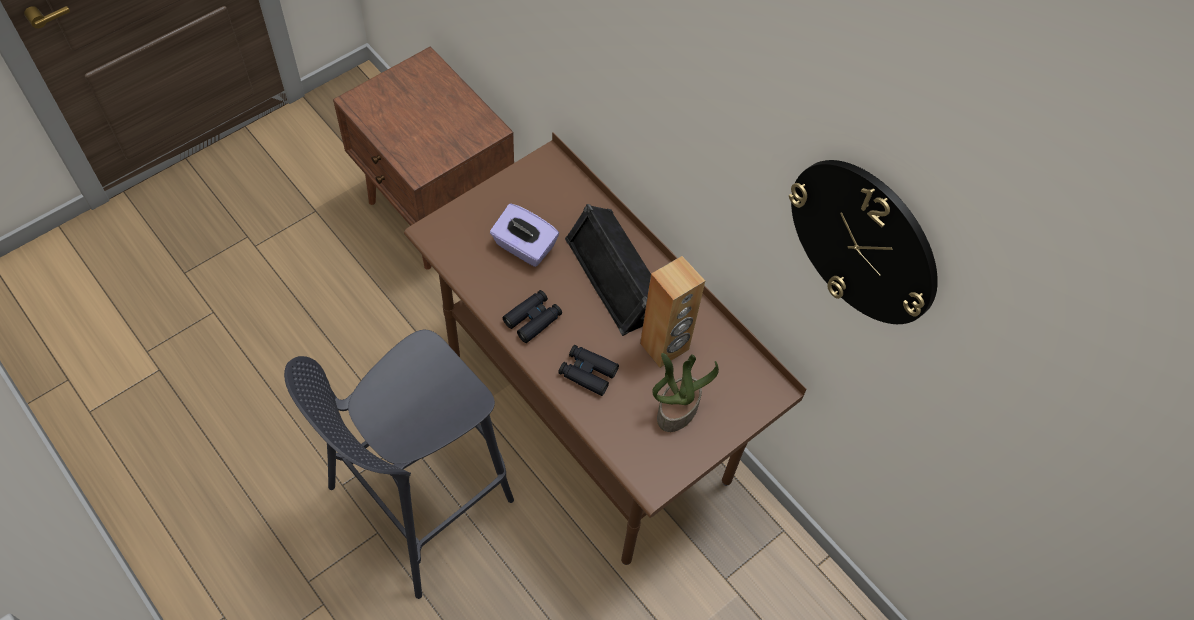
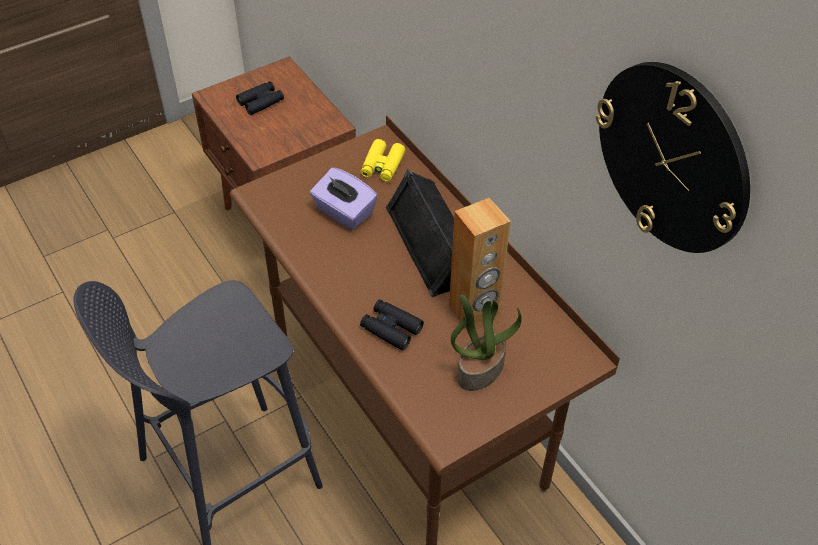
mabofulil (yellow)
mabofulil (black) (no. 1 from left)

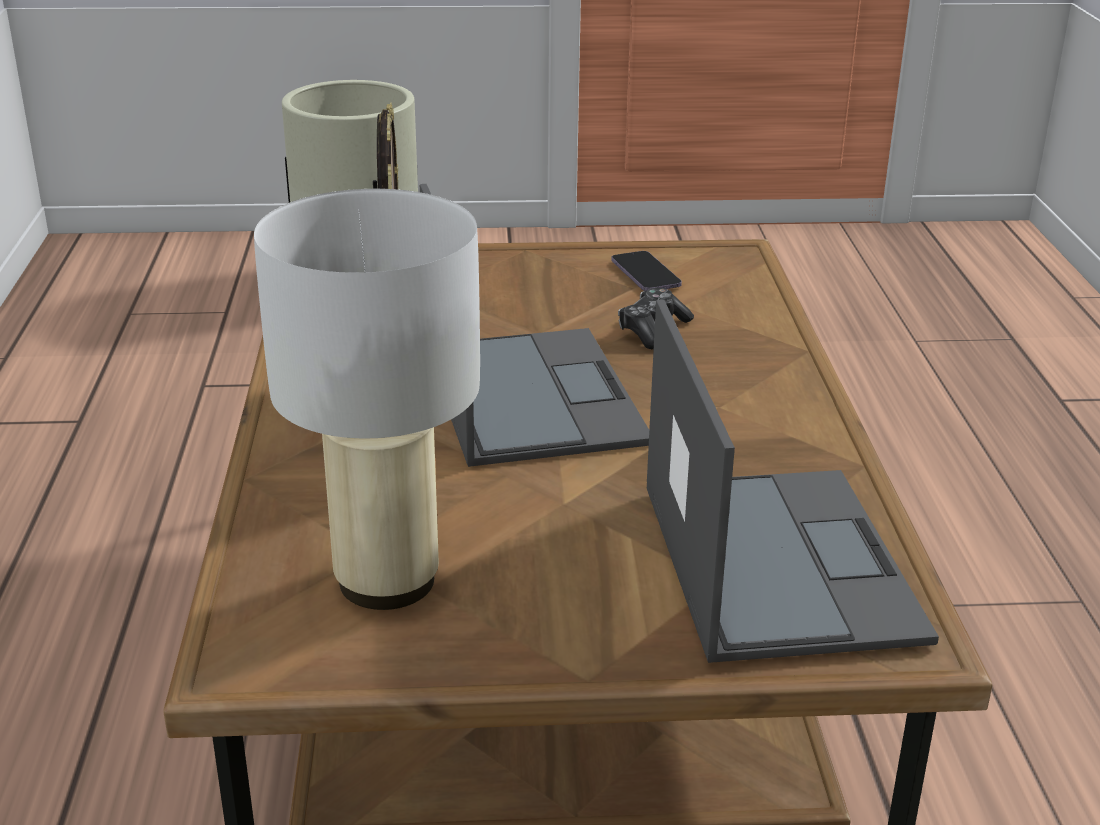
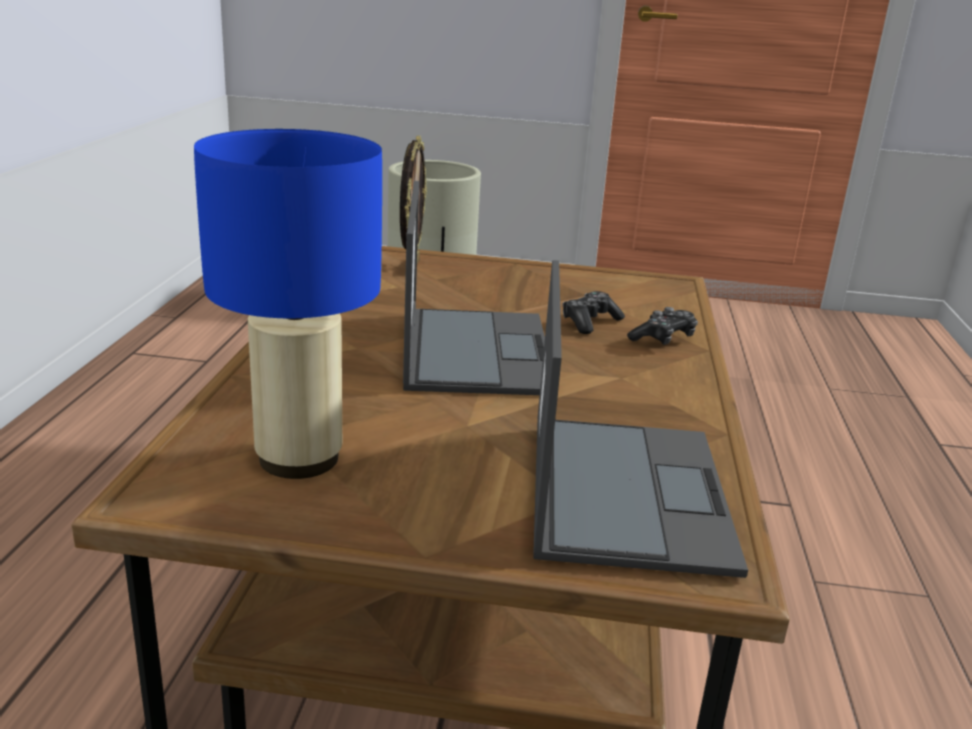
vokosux
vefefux (no. 2 from left)
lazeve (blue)

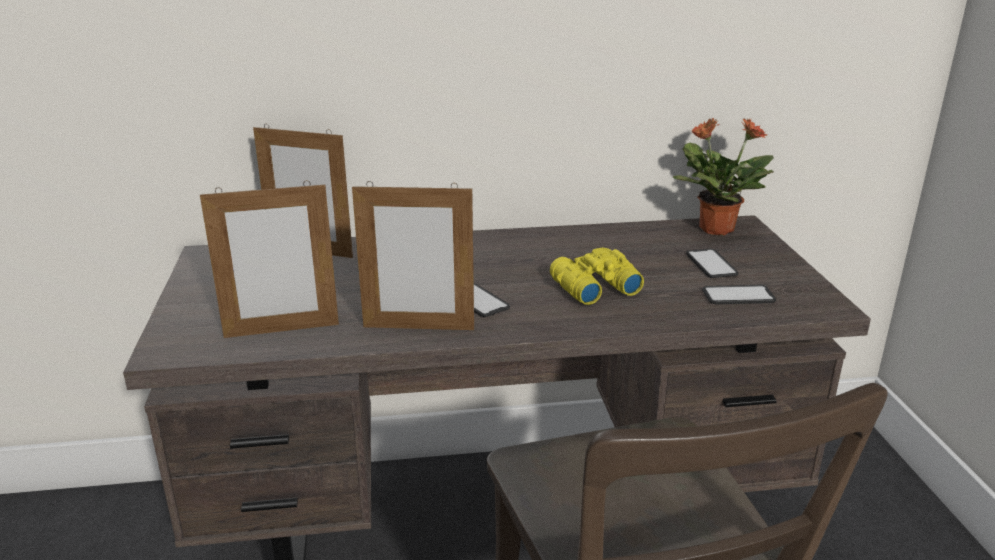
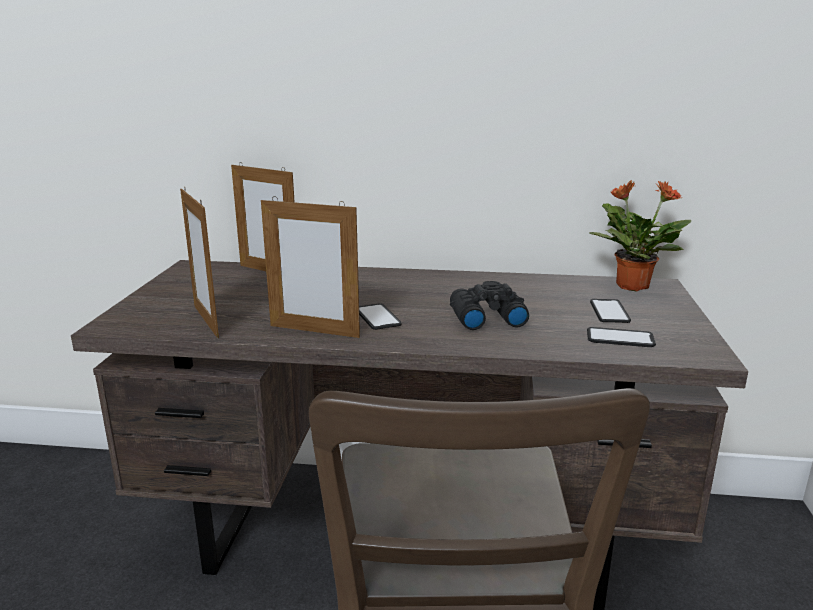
mabofulil (black)
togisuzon (no. 1 from left)

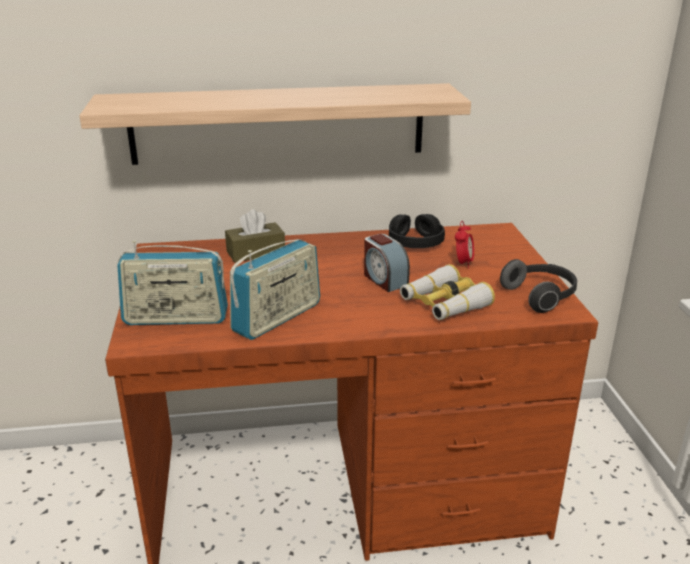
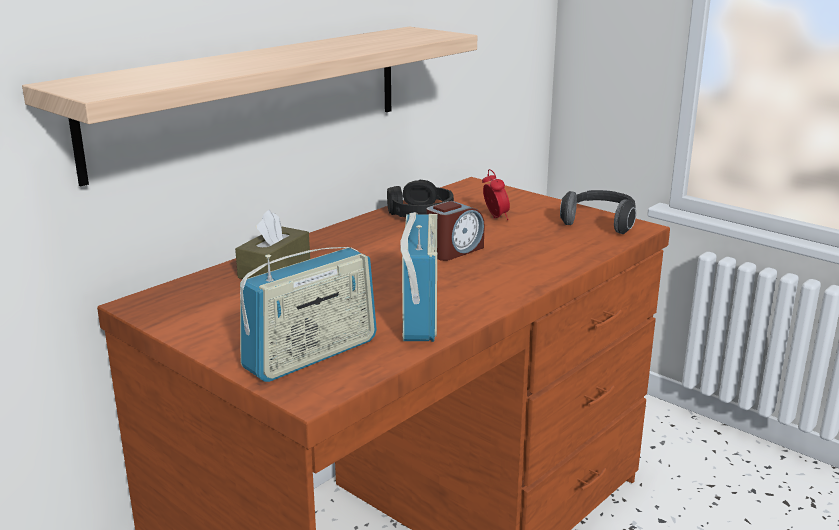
mabofulil
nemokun (no. 1 from left)

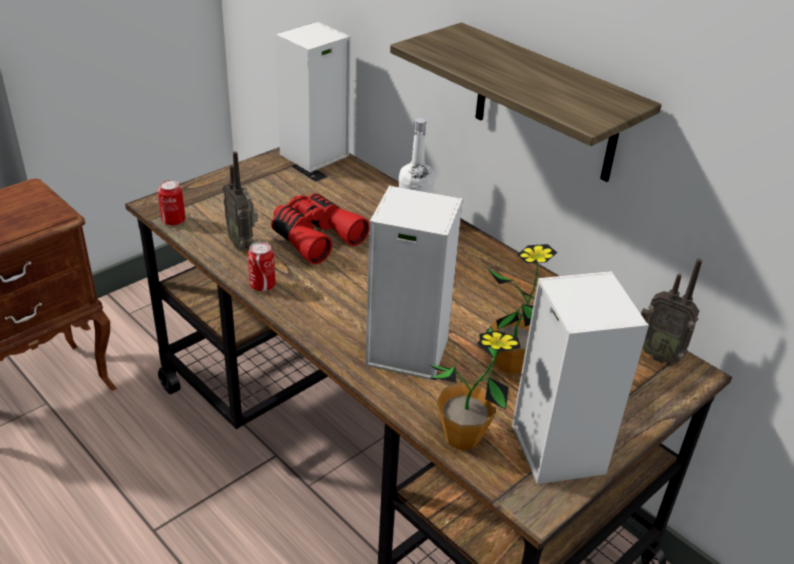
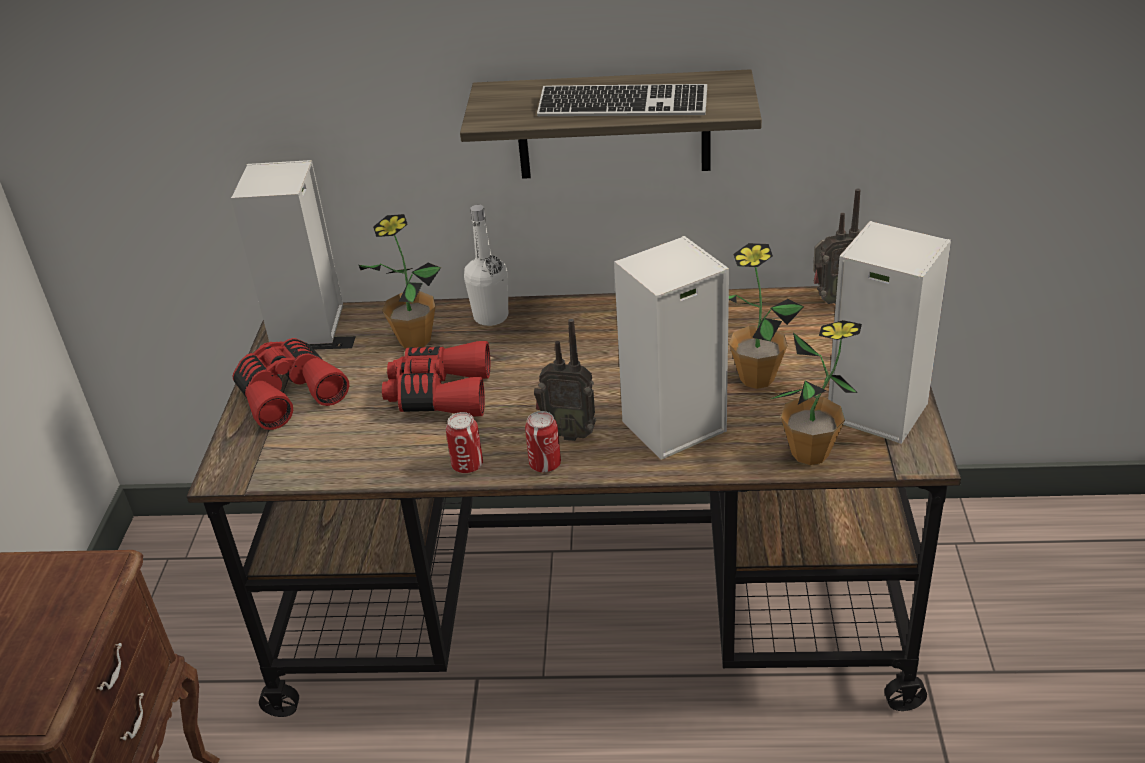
mabofulil (red) (no. 1 from left)
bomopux (no. 1 from left)
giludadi
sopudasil (no. 2 from left)
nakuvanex (no. 1 from left)

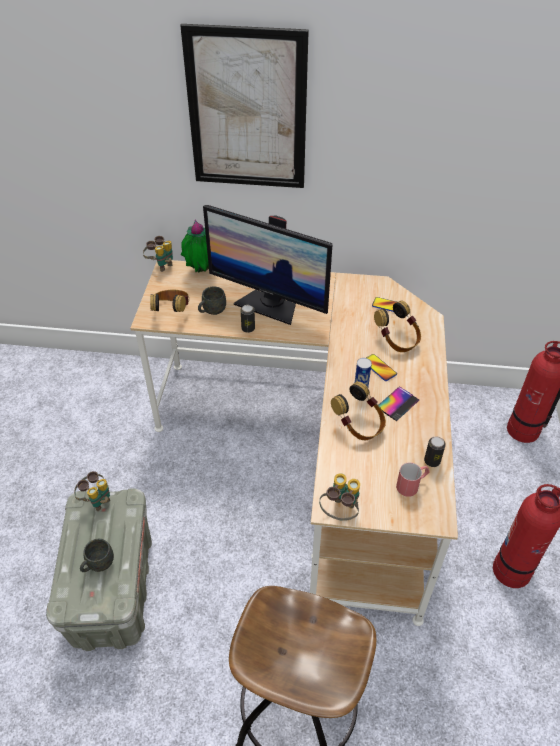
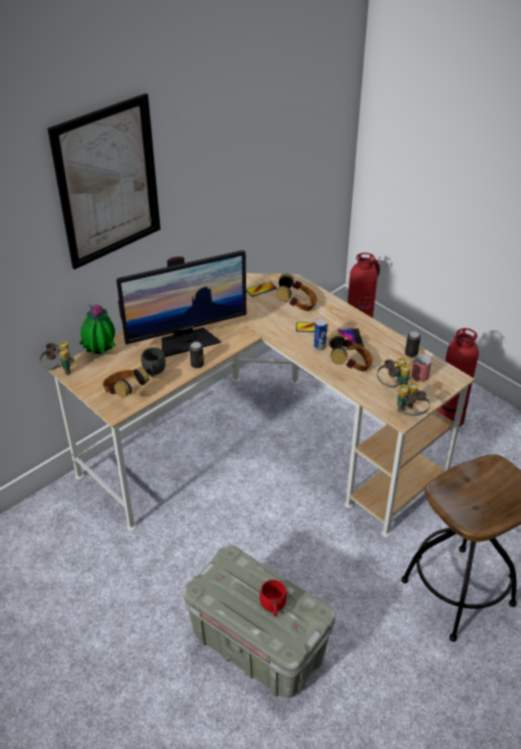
mabofulil (no. 2 from left)
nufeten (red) (no. 1 from left)

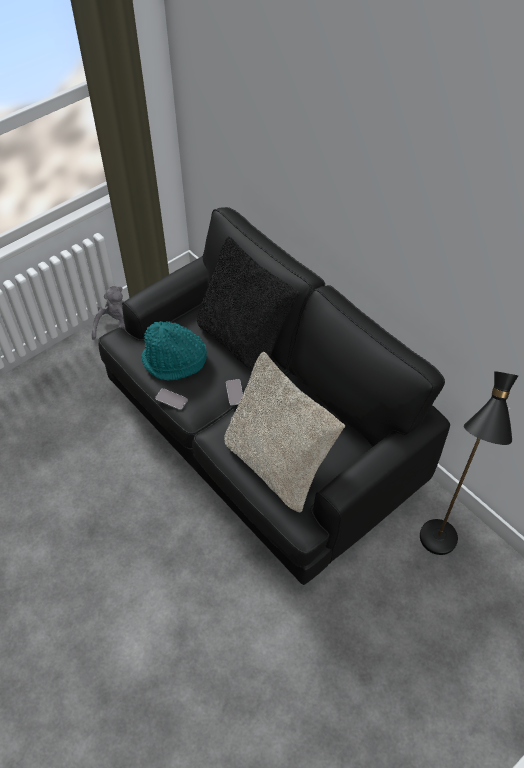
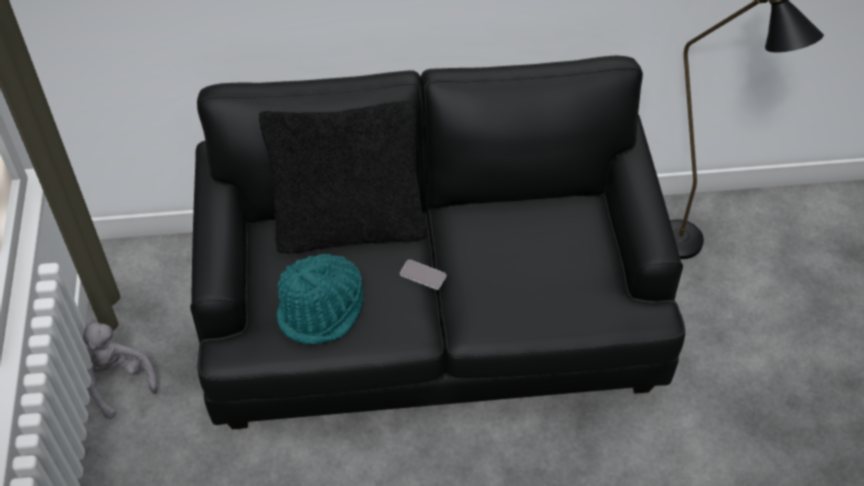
vokosux (no. 1 from left in the first image)
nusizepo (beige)

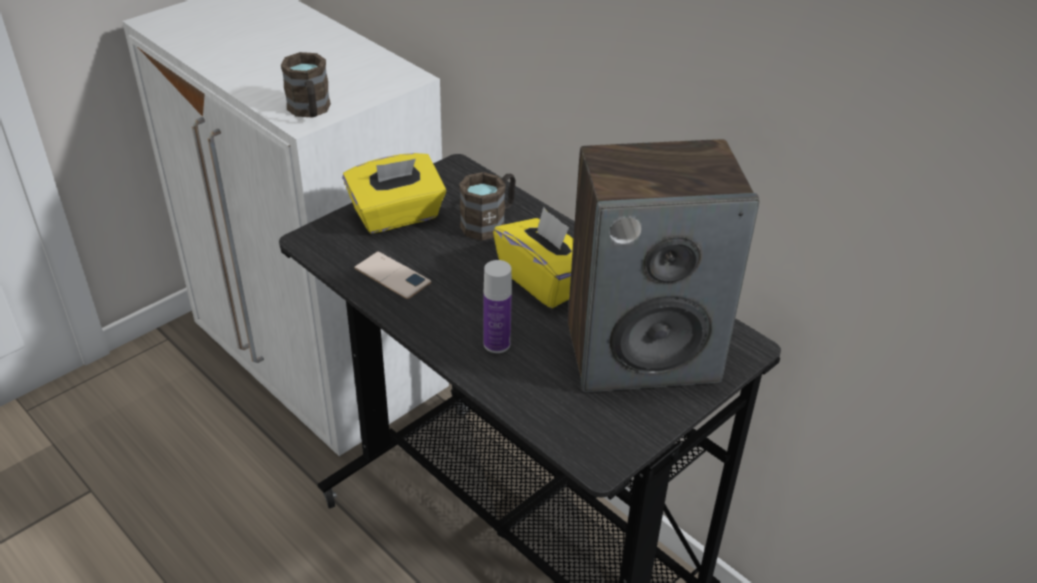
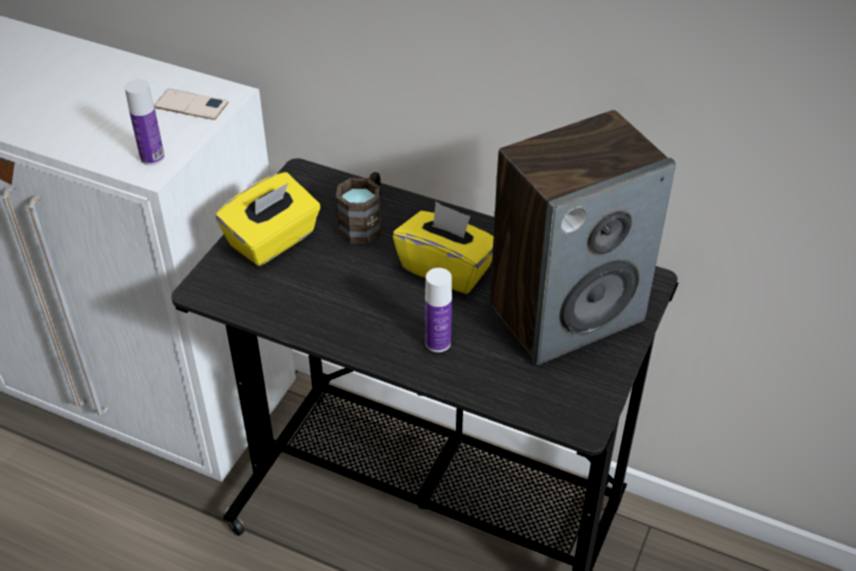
vokosux
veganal (no. 1 from left)

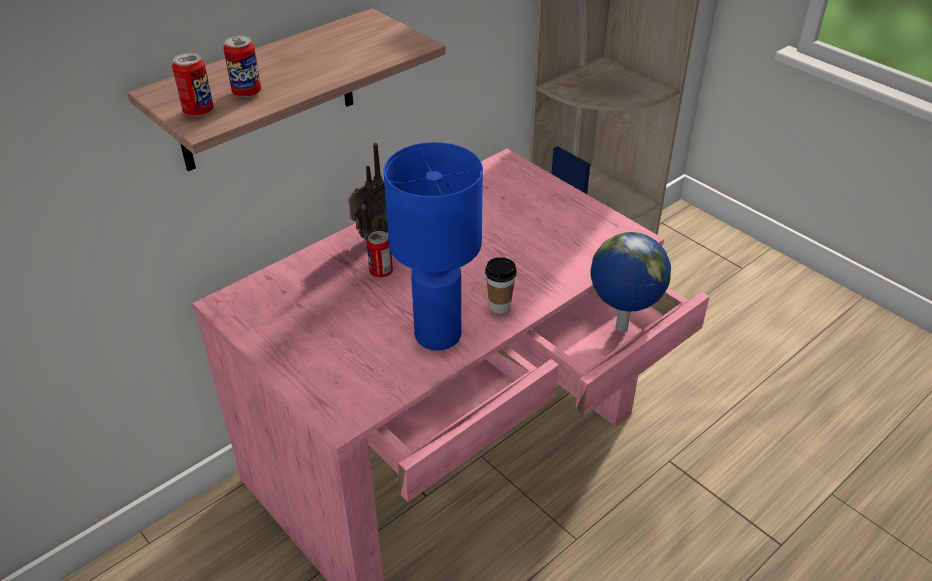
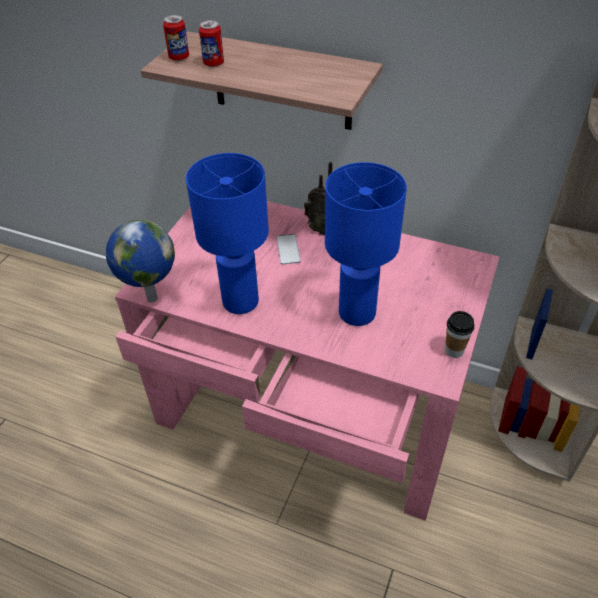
lazeve (blue) (no. 2 from left)
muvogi
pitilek
vokosux

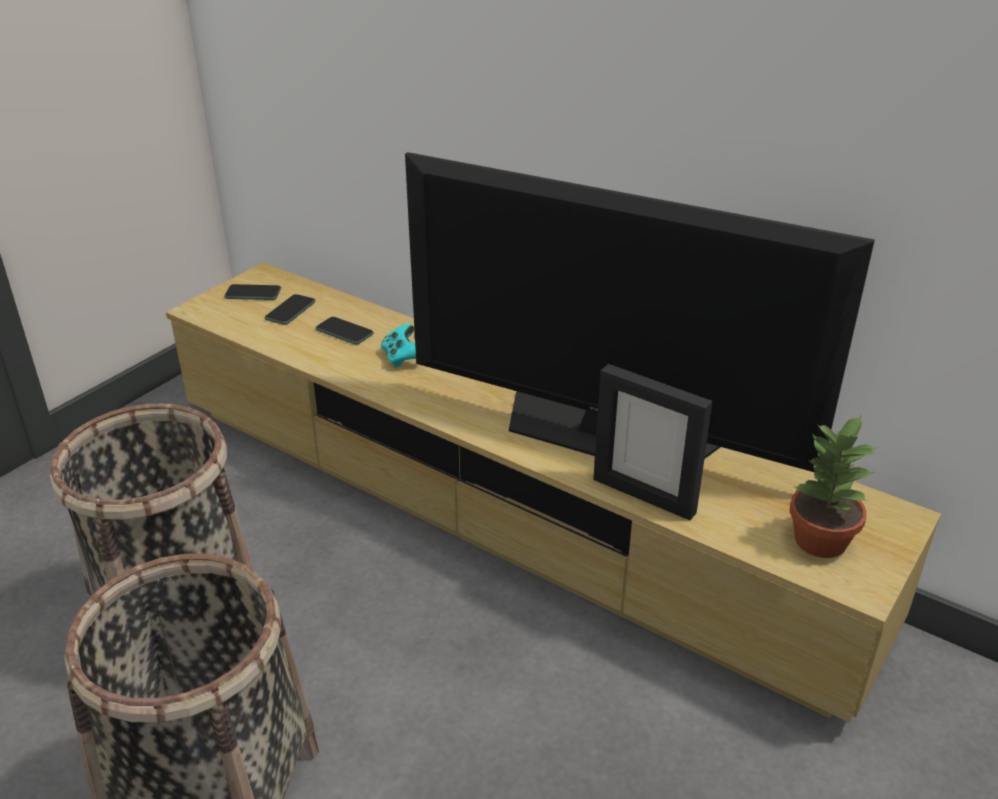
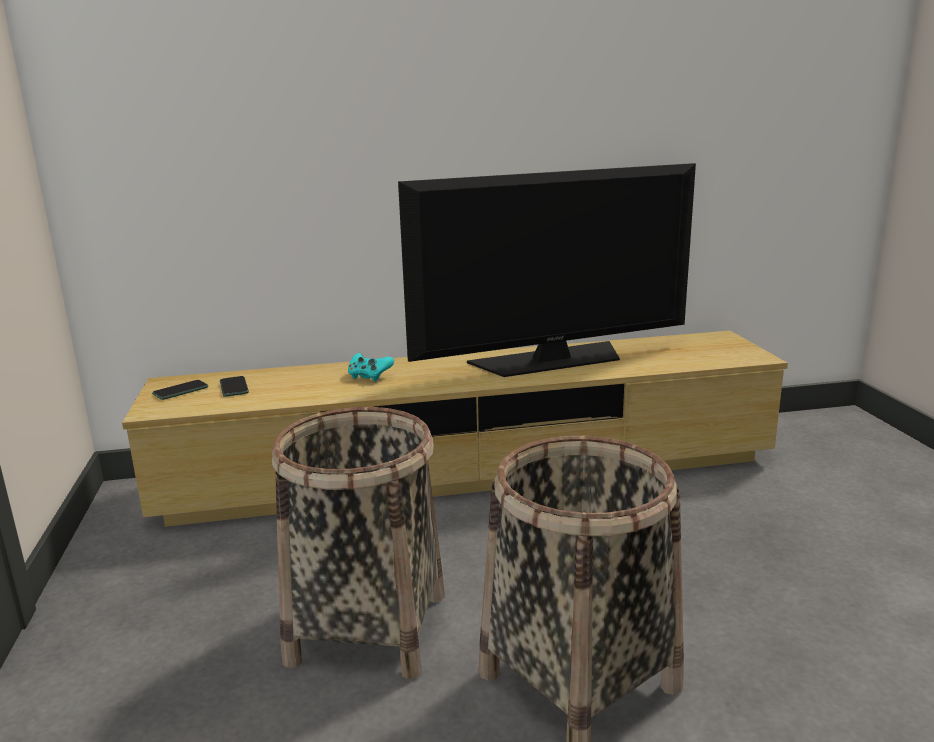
vokosux (no. 3 from left in the first image)
togisuzon
bomopux

